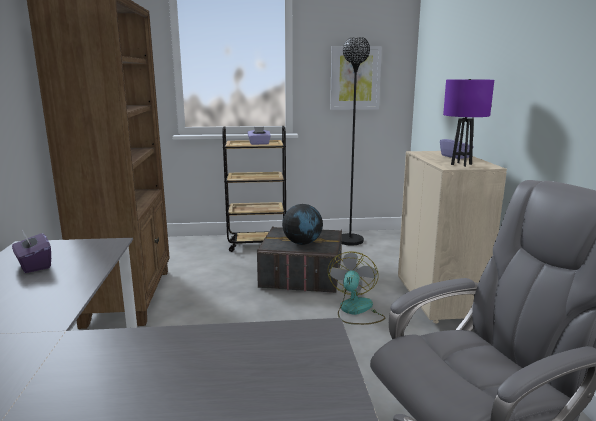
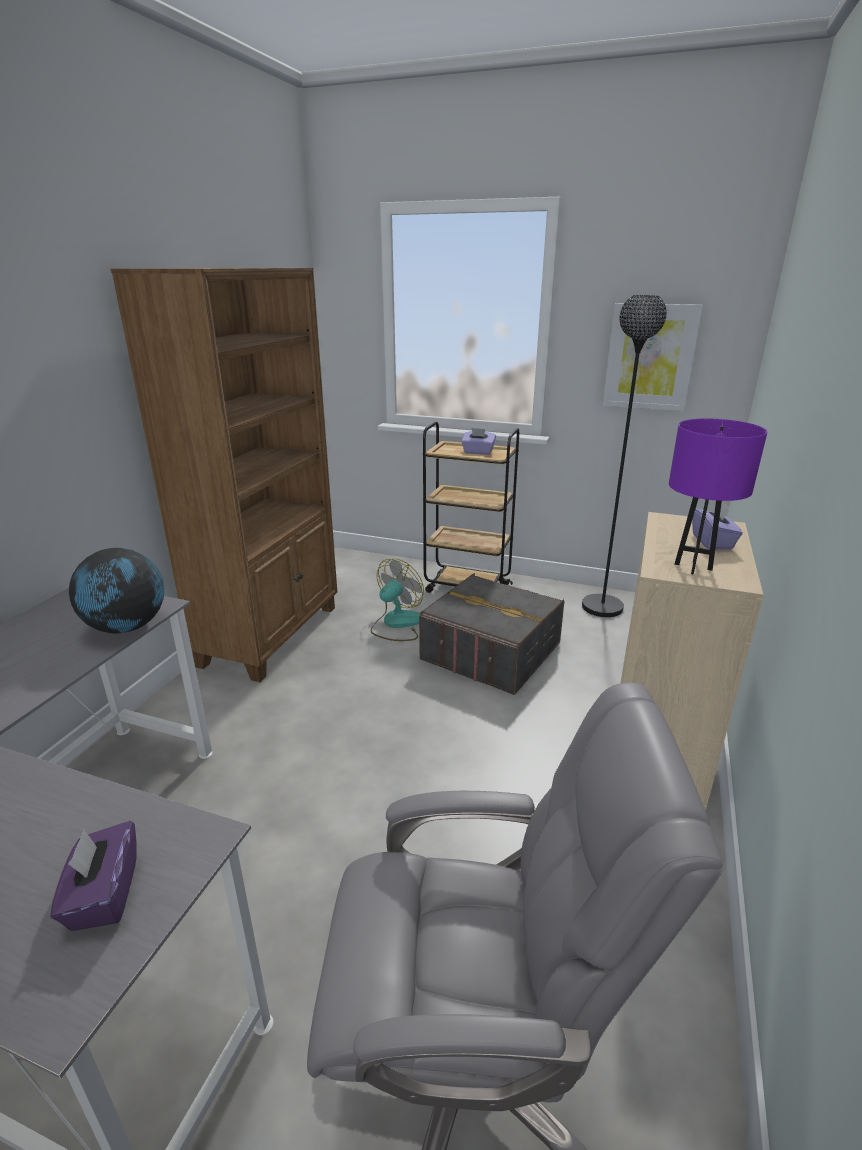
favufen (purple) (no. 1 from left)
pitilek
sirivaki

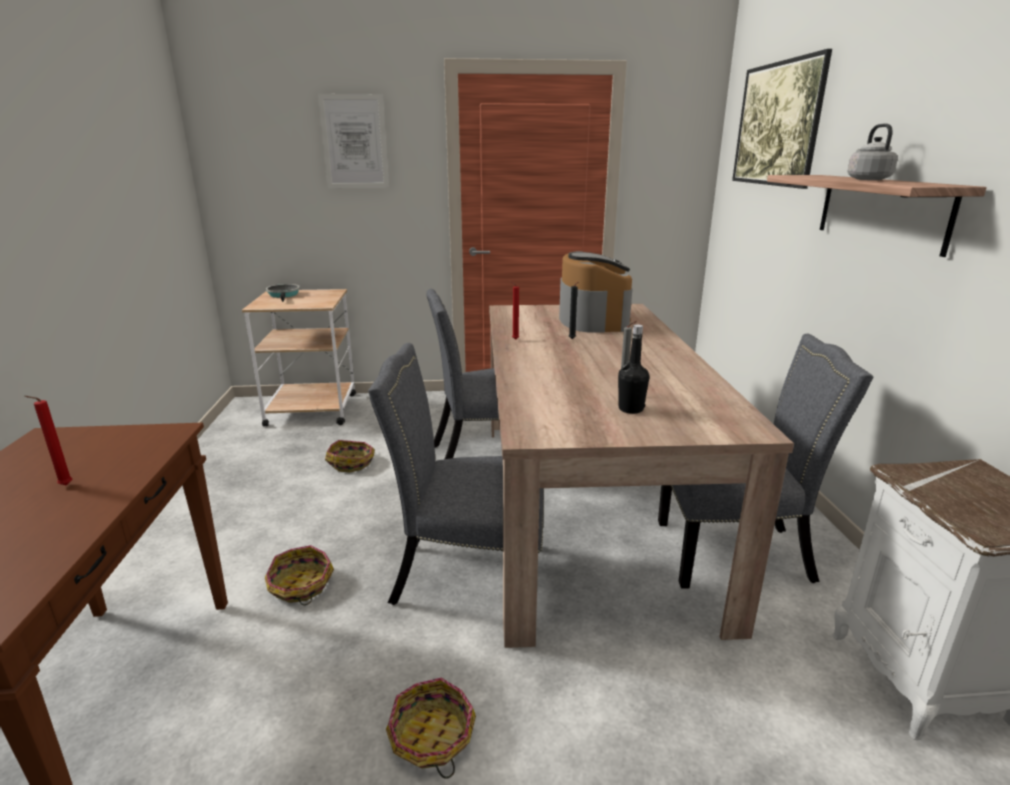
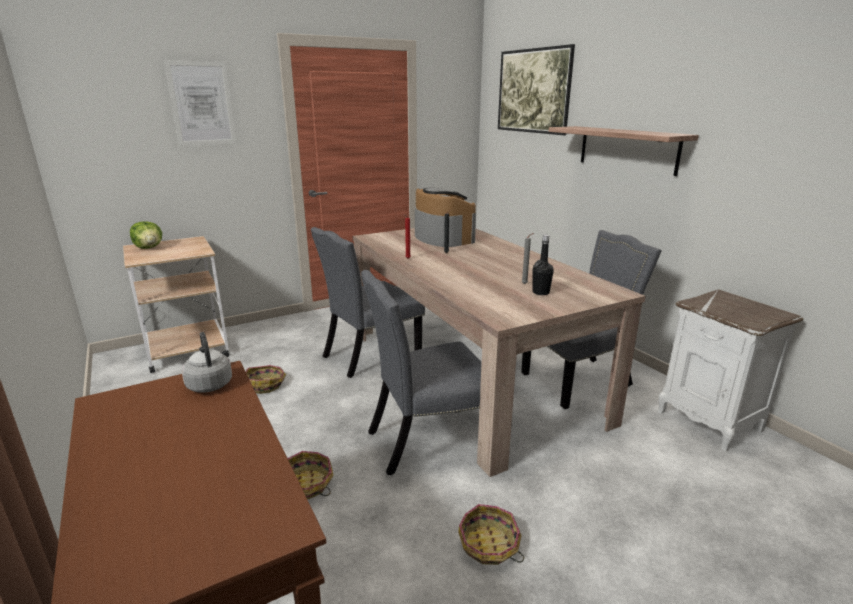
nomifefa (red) (no. 1 from left in the first image)
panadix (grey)
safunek

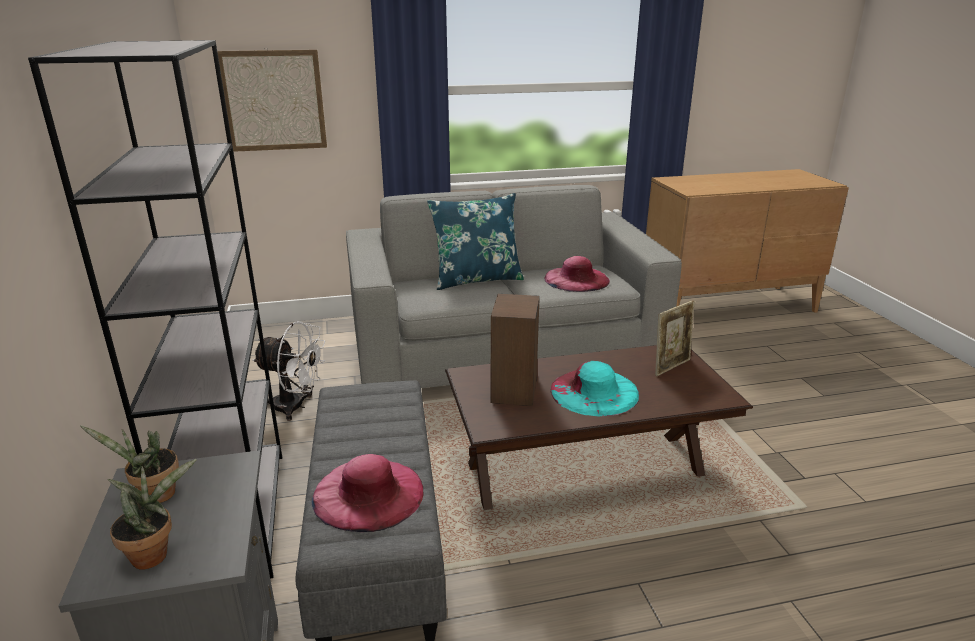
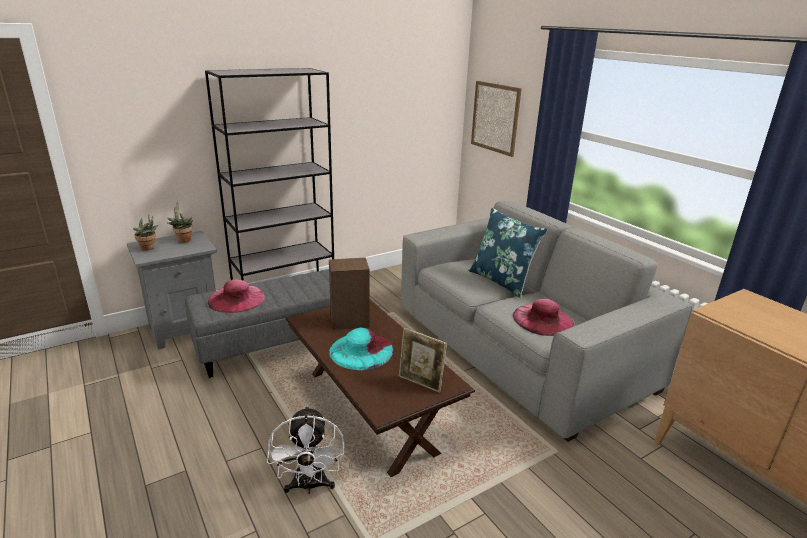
sirivaki (white)

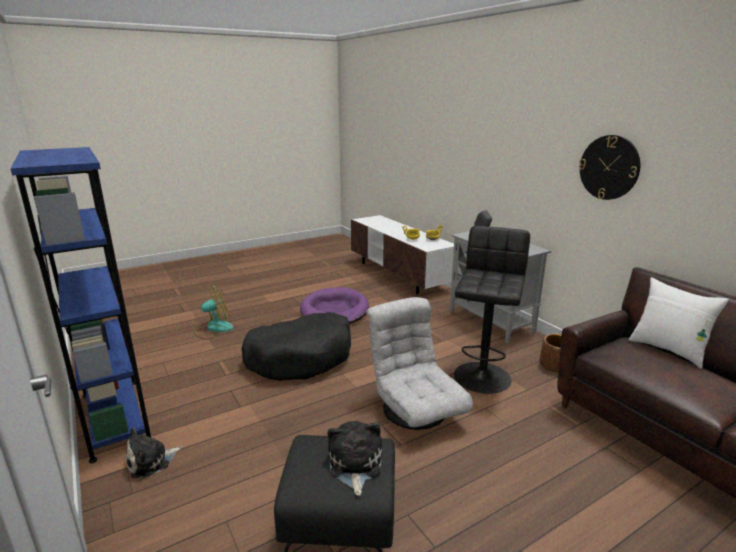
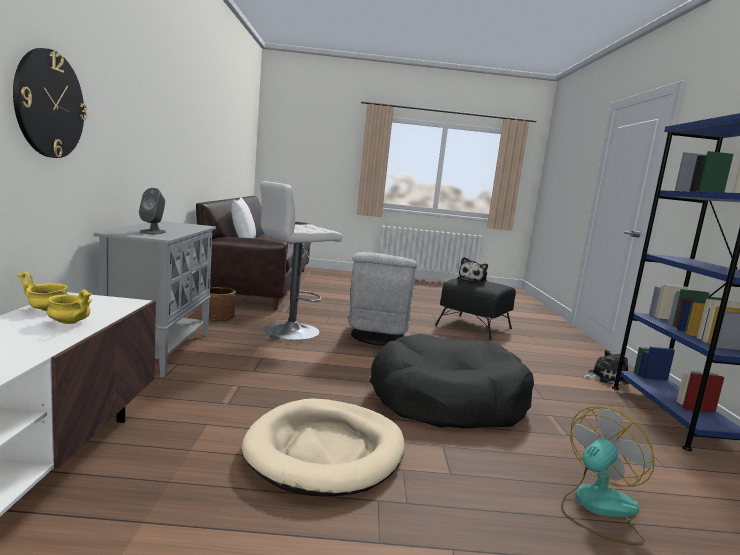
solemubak
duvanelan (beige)
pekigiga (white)
sirivaki

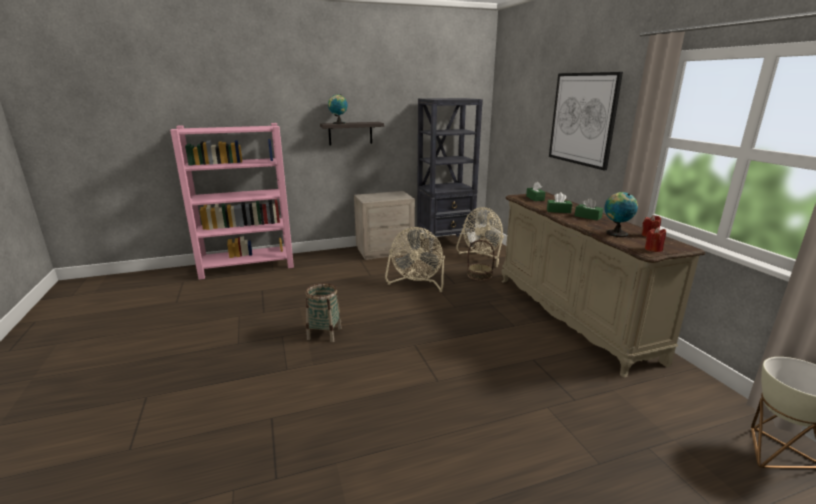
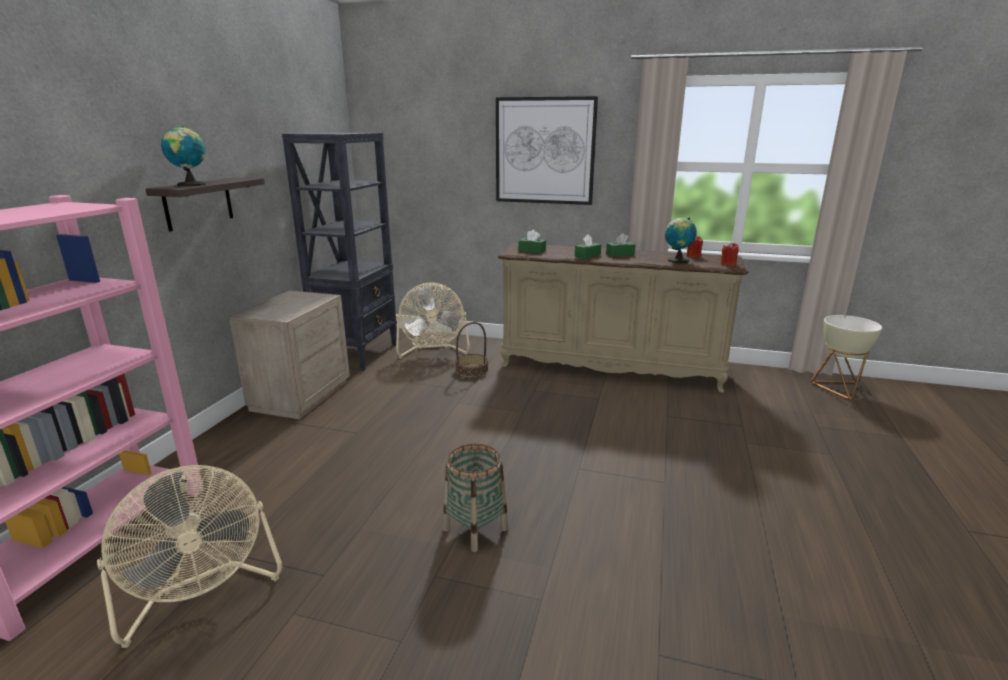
sirivaki (beige) (no. 1 from left)

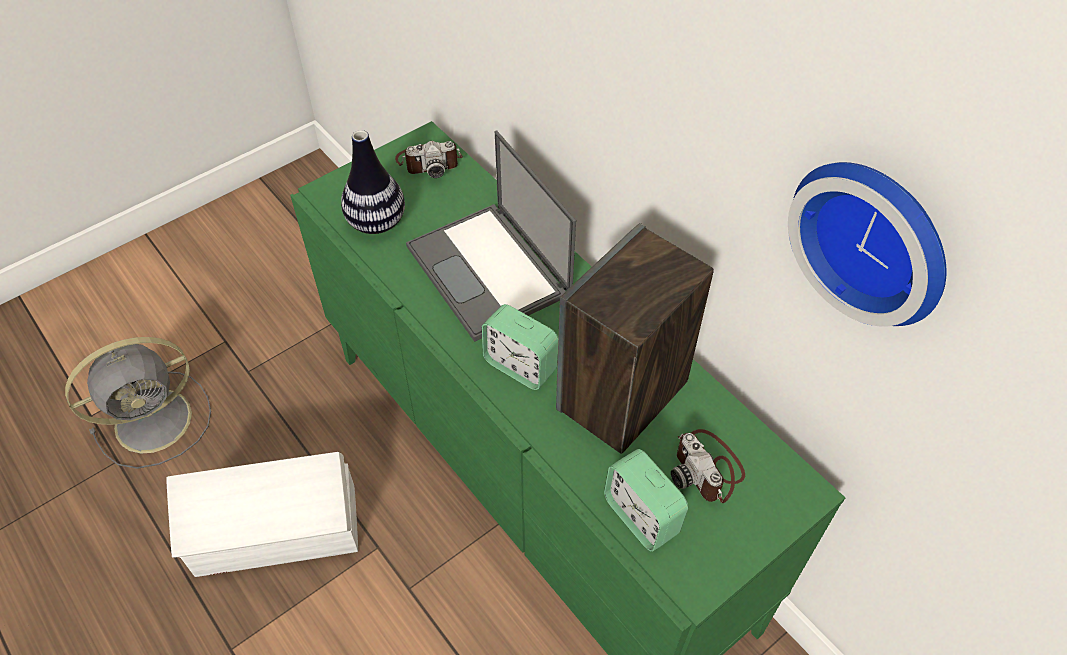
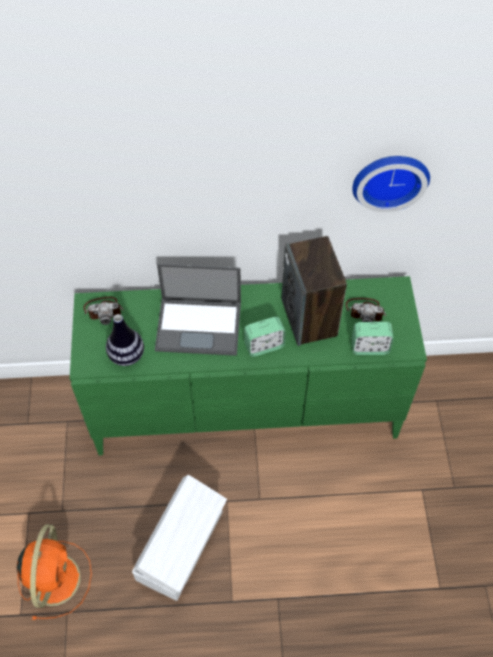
sirivaki (orange)
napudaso (no. 1 from left)

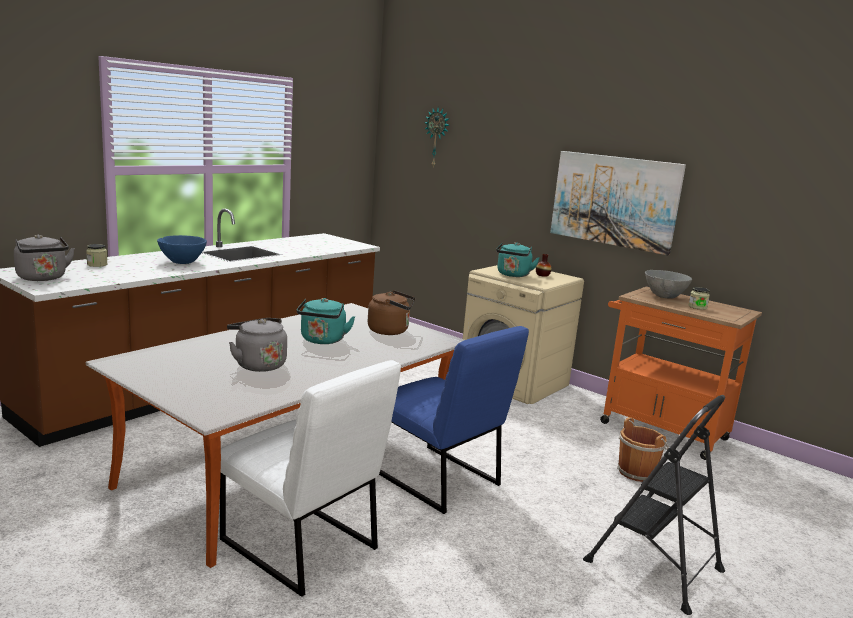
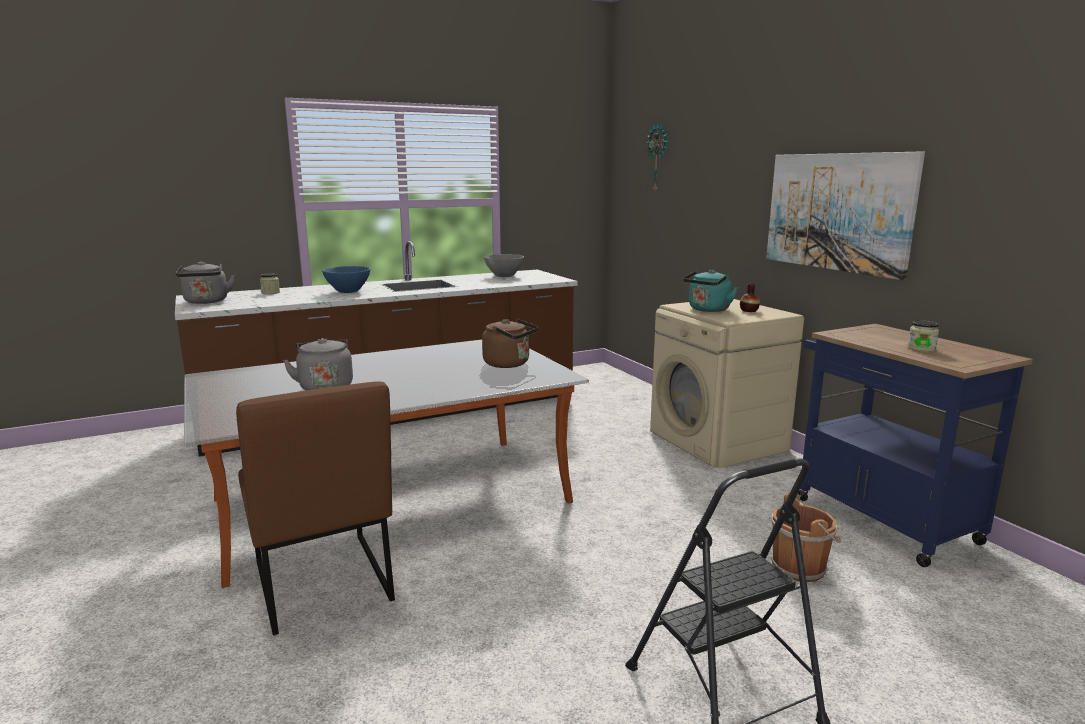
panadix (turquoise) (no. 1 from left in the first image)
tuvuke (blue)
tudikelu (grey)
tuvuke (brown)
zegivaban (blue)

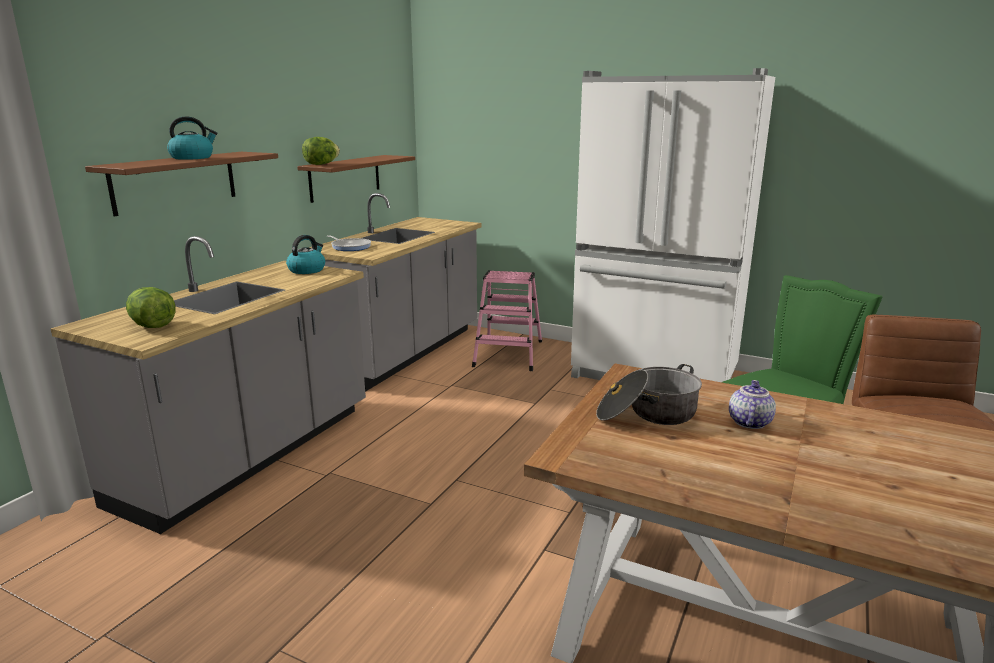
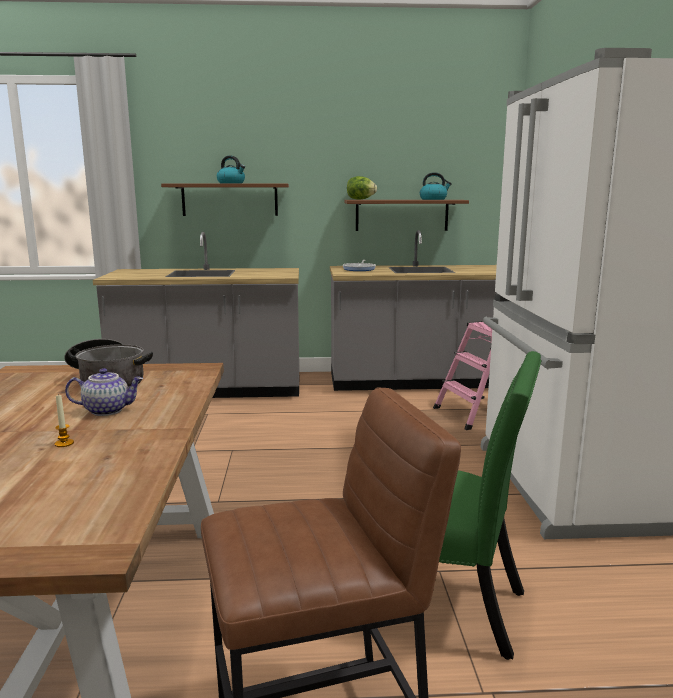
safunek (no. 1 from left in the first image)
nomifefa
panadix (no. 2 from left)

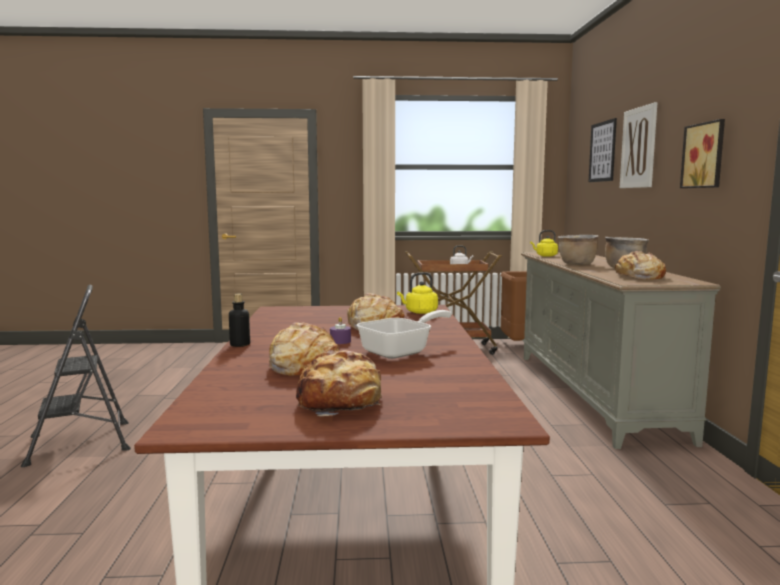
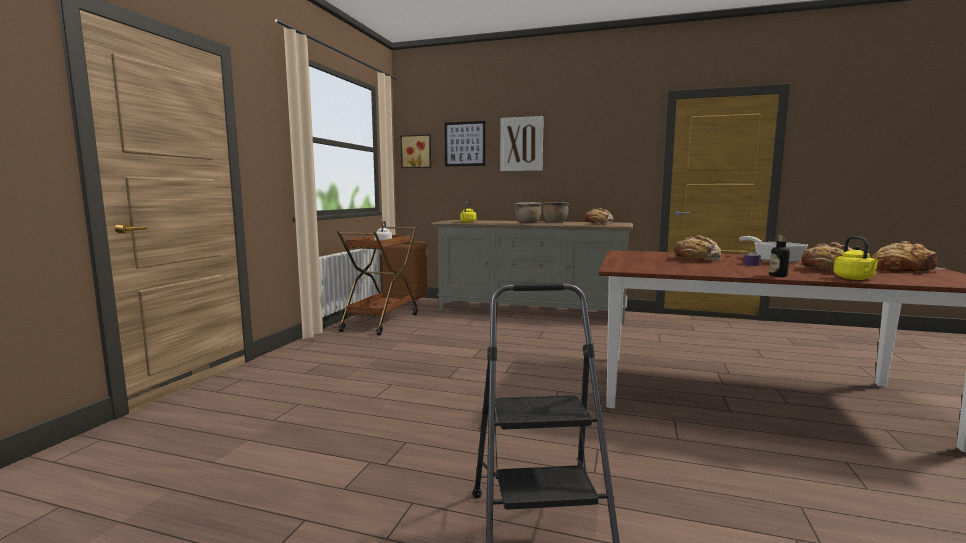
panadix (yellow) (no. 2 from left)
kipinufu (no. 1 from left)

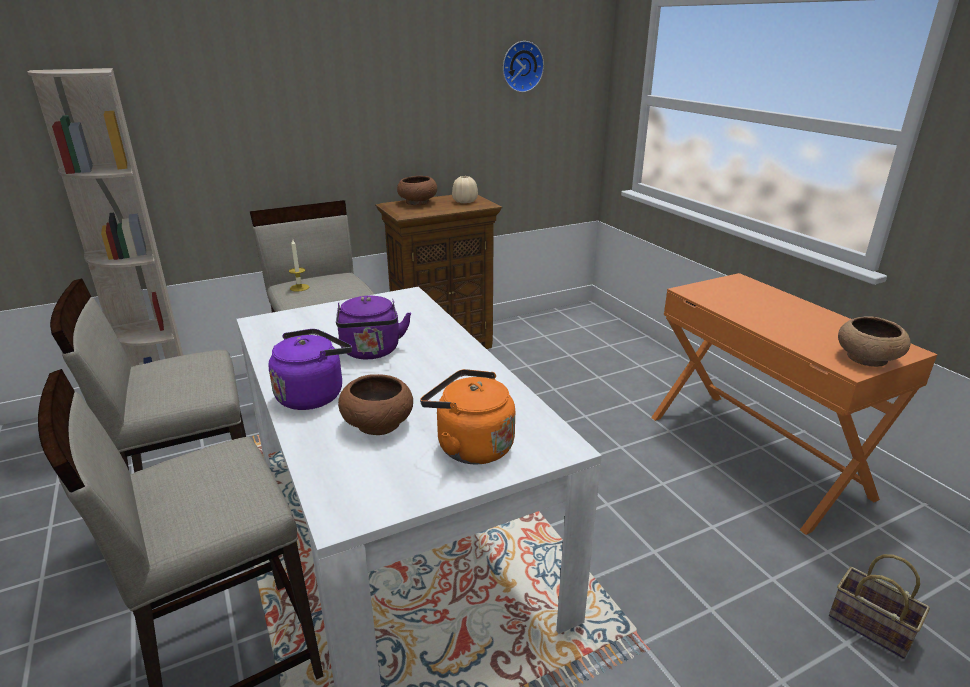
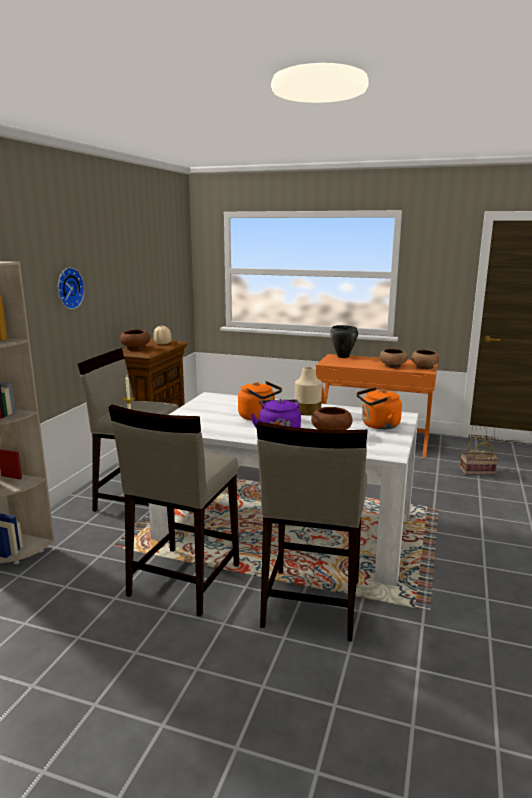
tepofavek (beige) (no. 2 from left)
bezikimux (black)
tudikelu (brown) (no. 3 from left)
solemubak
panadix (orange) (no. 1 from left)

